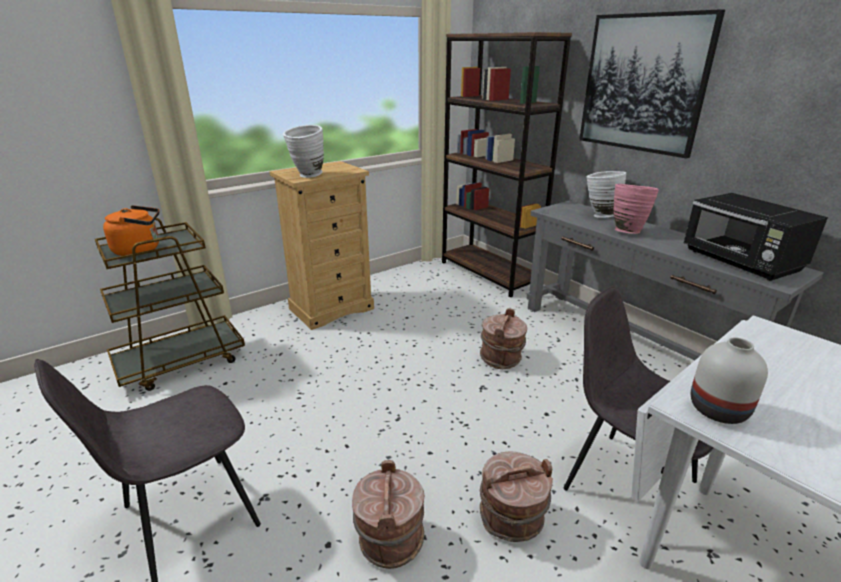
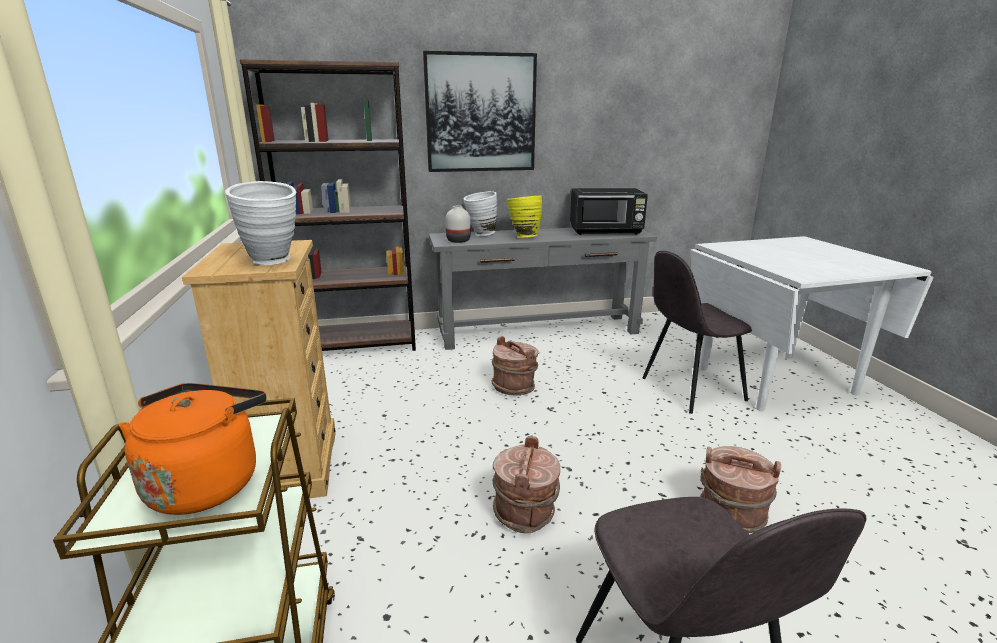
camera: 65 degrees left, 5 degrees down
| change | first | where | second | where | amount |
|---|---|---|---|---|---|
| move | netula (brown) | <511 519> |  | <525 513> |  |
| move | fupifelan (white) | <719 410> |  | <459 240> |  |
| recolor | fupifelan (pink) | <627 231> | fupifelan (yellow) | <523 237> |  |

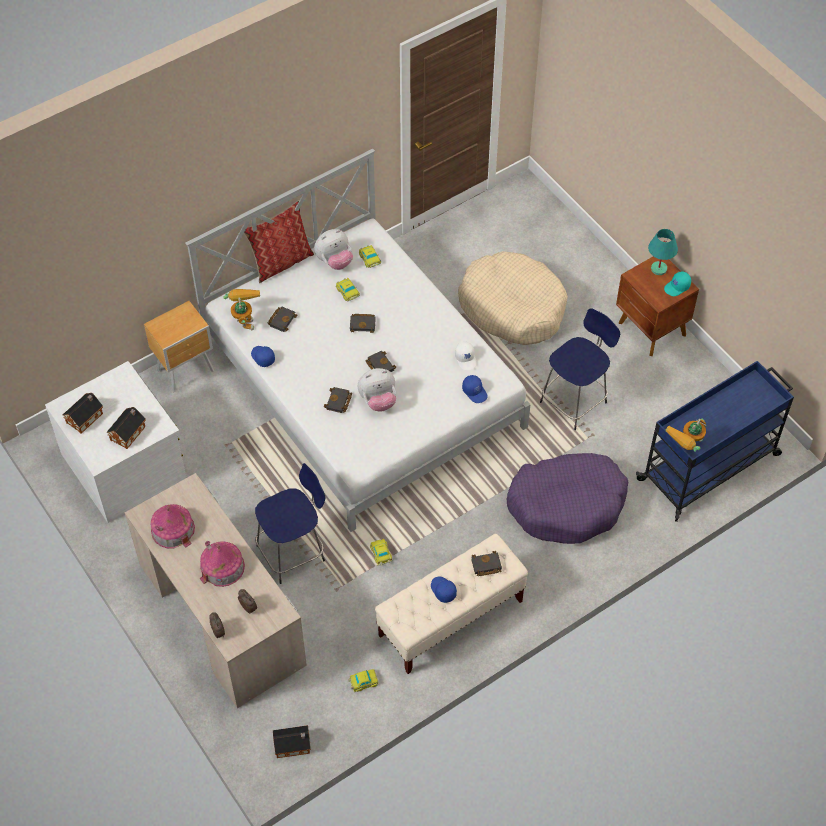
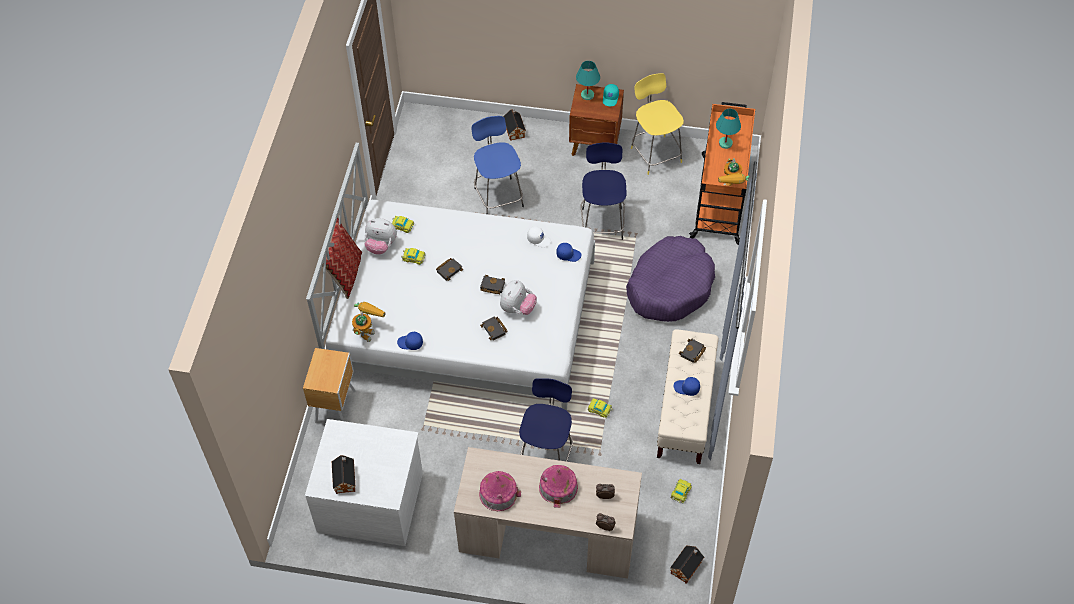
camera: 45 degrees left, 0 degrees up
| change | first | where | second | where | amount |
|---|---|---|---|---|---|
| delete | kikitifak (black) | <282 320> |  |  |  |
| insert |  |  | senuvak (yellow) | <655 153> |  |
| insert |  |  | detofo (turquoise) | <725 143> |  |
| move | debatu | <129 432> |  | <514 130> |  |
| replace | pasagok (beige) | <512 307> | senuvak (blue) | <498 196> |  |
| recolor | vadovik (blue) | <710 466> | vadovik (orange) | <720 198> |  |
| rotate | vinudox | <244 320> |  | <367 330> | 75 degrees clockwise |
| rotate | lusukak | <334 261> |  | <381 245> | 90 degrees clockwise |

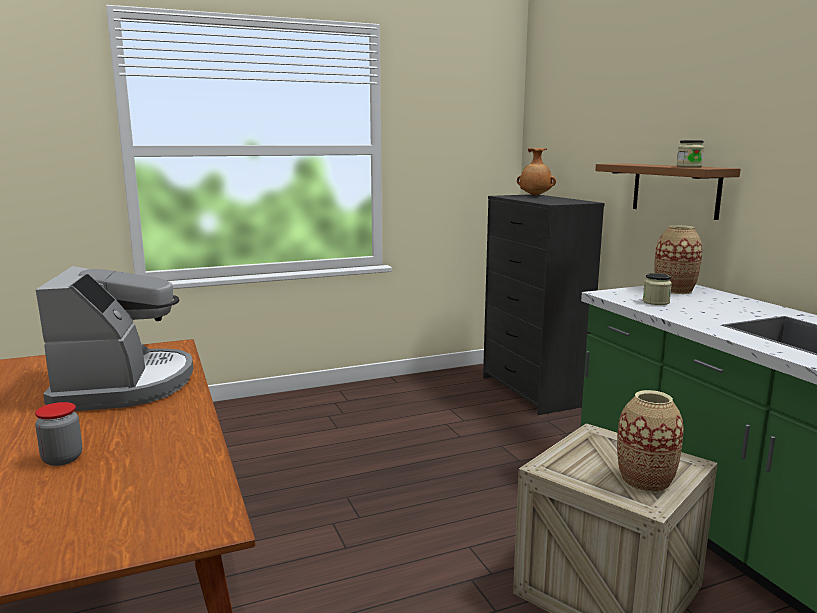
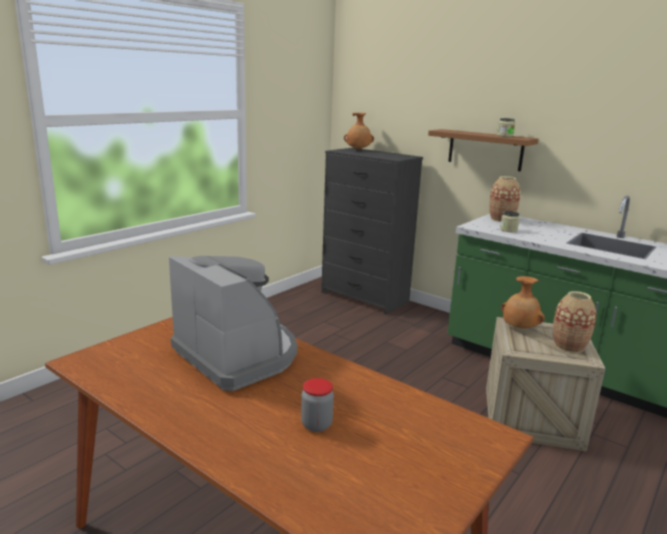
camera: 30 degrees left, 5 degrees up
| change | first | where | second | where | amount |
|---|---|---|---|---|---|
| insert |  |  | fupifelan (brown) | <519 328> |  |

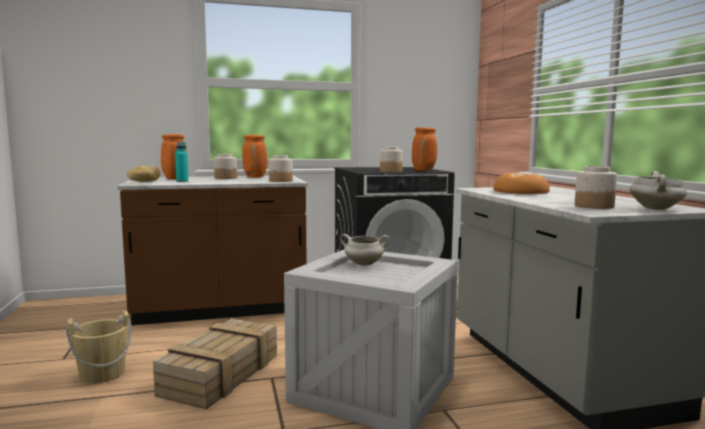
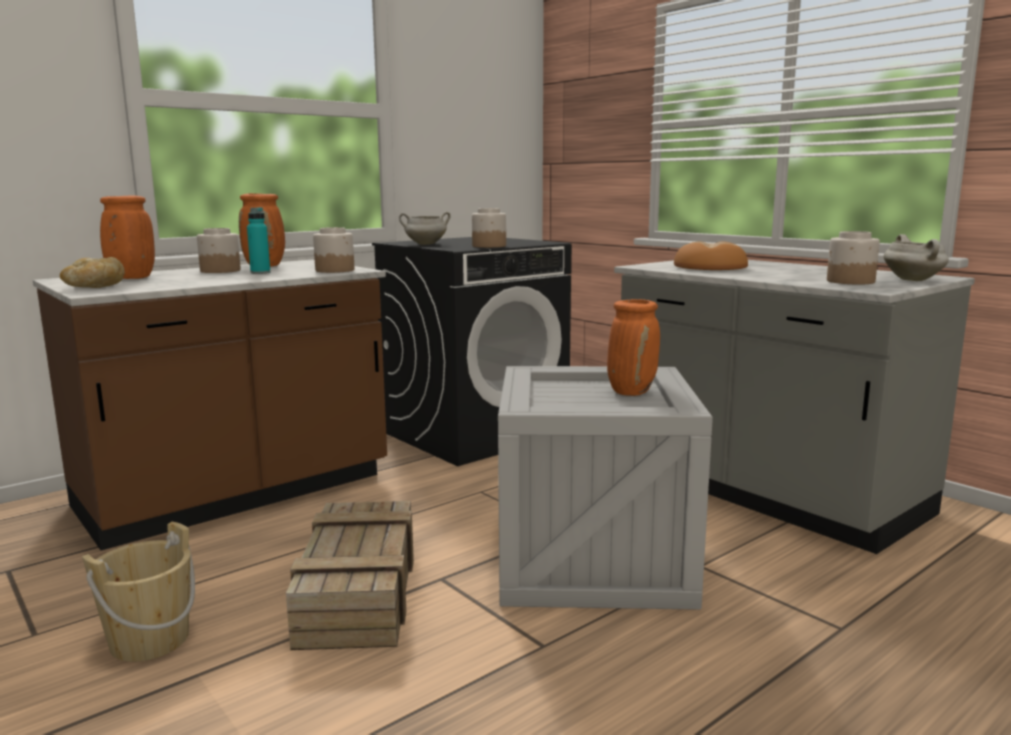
camera: 25 degrees left, 5 degrees up
| change | first | where | second | where | amount |
|---|---|---|---|---|---|
| move | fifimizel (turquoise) | <182 181> |  | <260 273> |  |
| move | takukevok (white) | <363 264> |  | <425 244> |  |
| move | fupifelan (orange) | <424 170> |  | <631 392> |  |

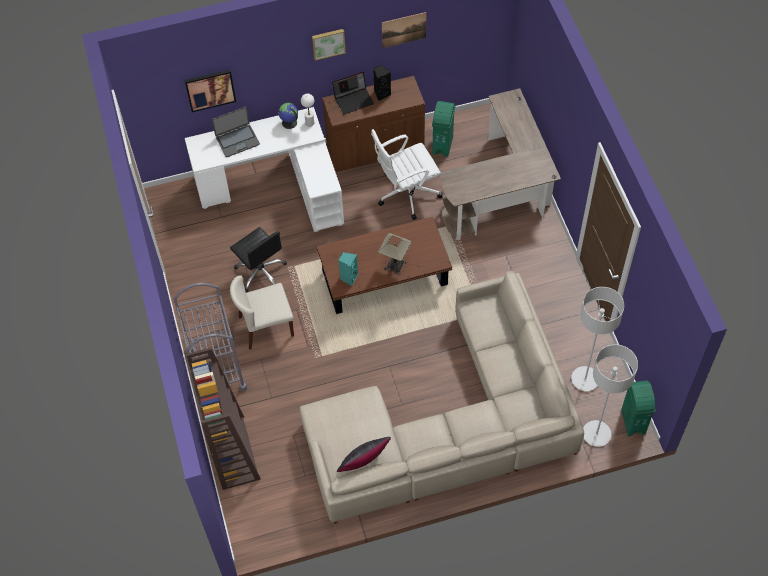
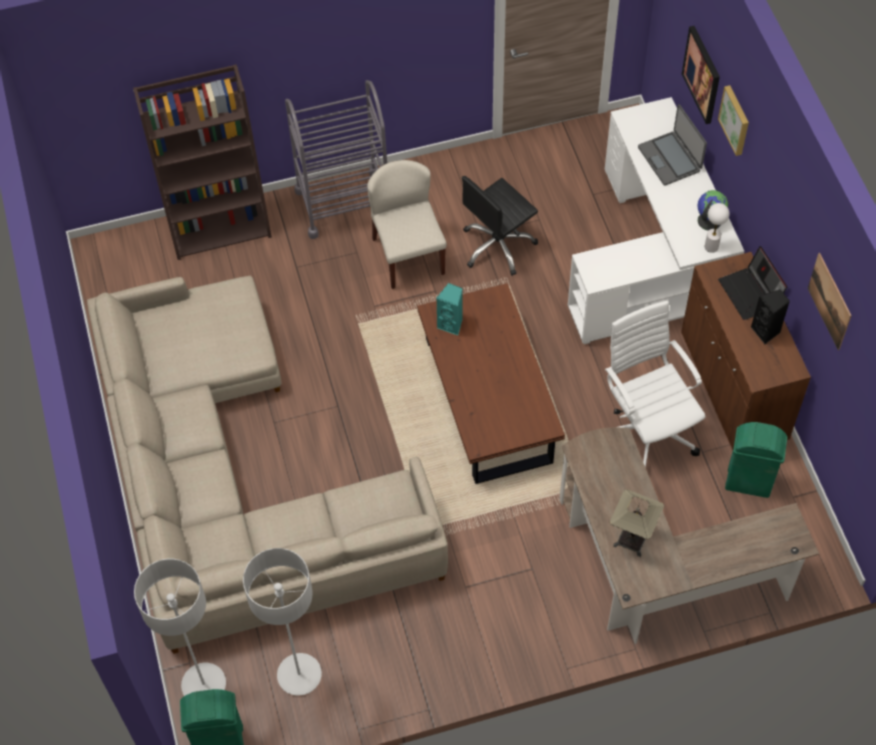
camera: 90 degrees right, 0 degrees up
| change | first | where | second | where | amount |
|---|---|---|---|---|---|
| delete | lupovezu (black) | <364 464> |  |  |  |
| move | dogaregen | <328 43> |  | <735 120> |  |
| move | detofo | <395 265> |  | <631 539> |  |

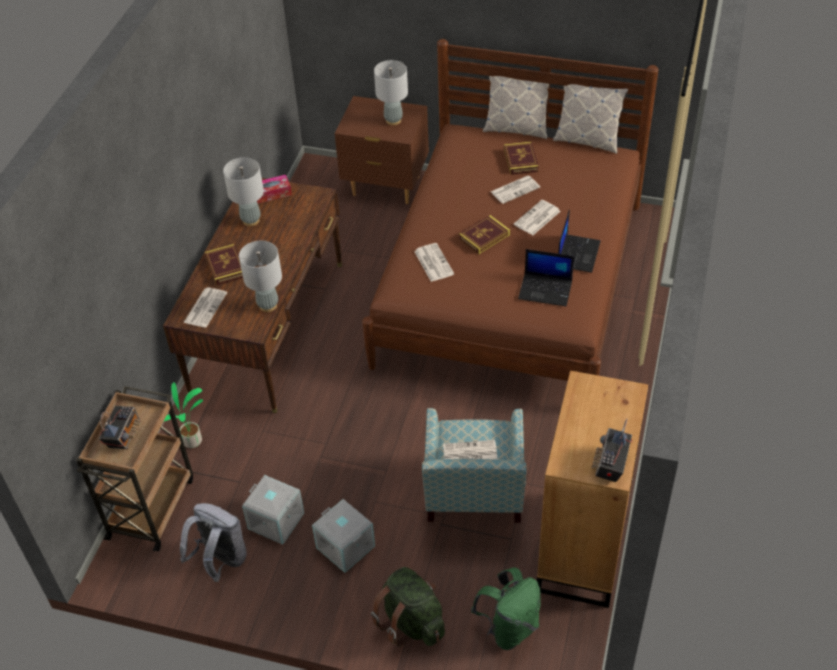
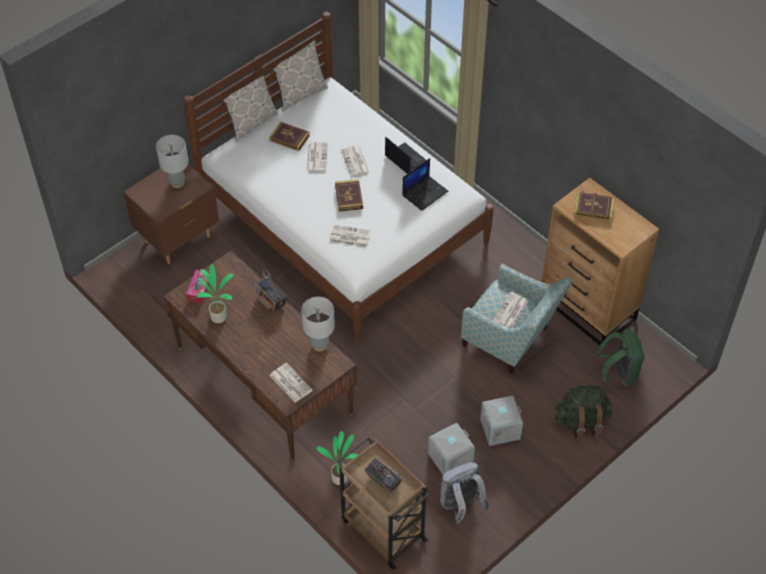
camera: 60 degrees left, 5 degrees up
| change | first | where | second | where | amount |
|---|---|---|---|---|---|
| move | kikitifak | <225 266> |  | <594 208> |  |
| move | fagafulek | <611 465> |  | <271 301> |  |
| replace | detofo (grey) | <251 220> | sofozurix | <219 316> |  |
| recolor | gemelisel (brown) | <510 283> | gemelisel (white) | <343 222> |  |

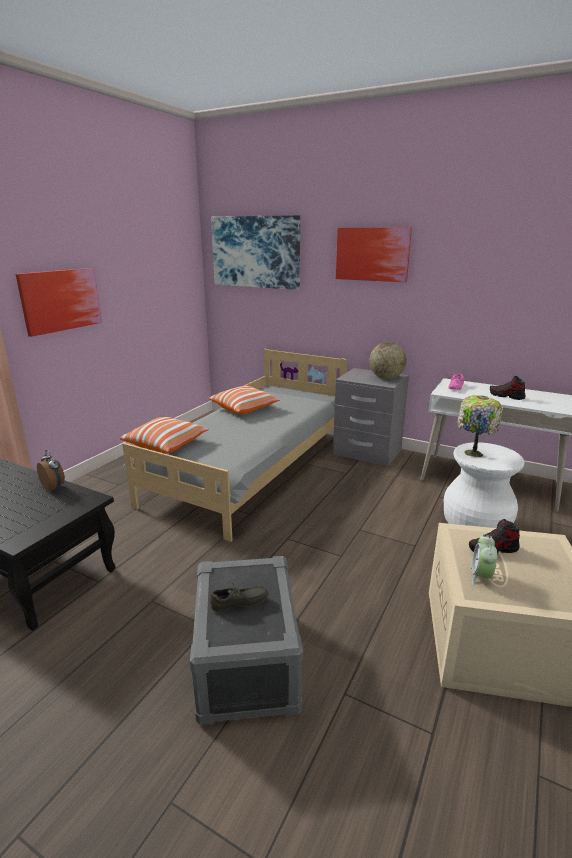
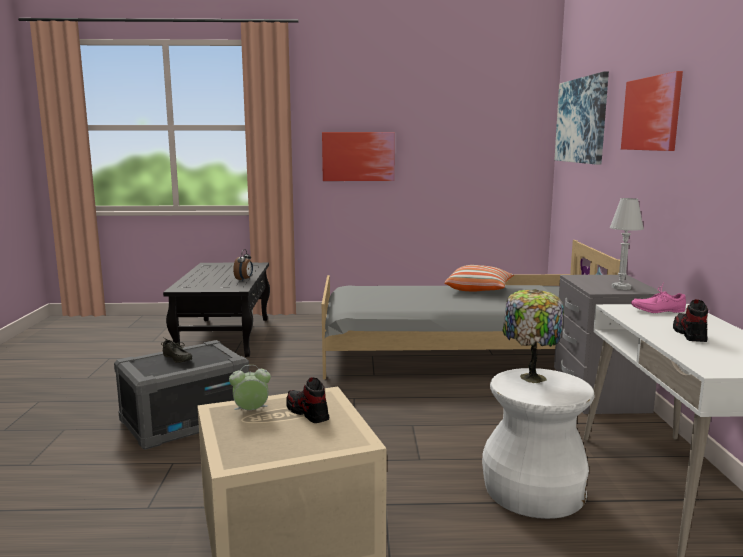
camera: 60 degrees right, 10 degrees down
| change | first | where | second | where | amount |
|---|---|---|---|---|---|
| delete | lupovezu | <166 444> |  |  |  |
| replace | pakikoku | <386 378> | detofo (white) | <621 287> |  |

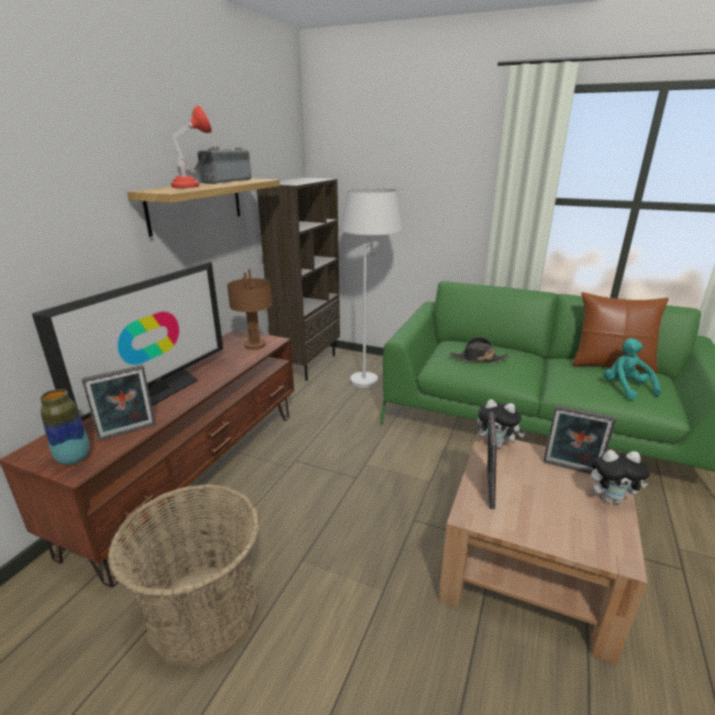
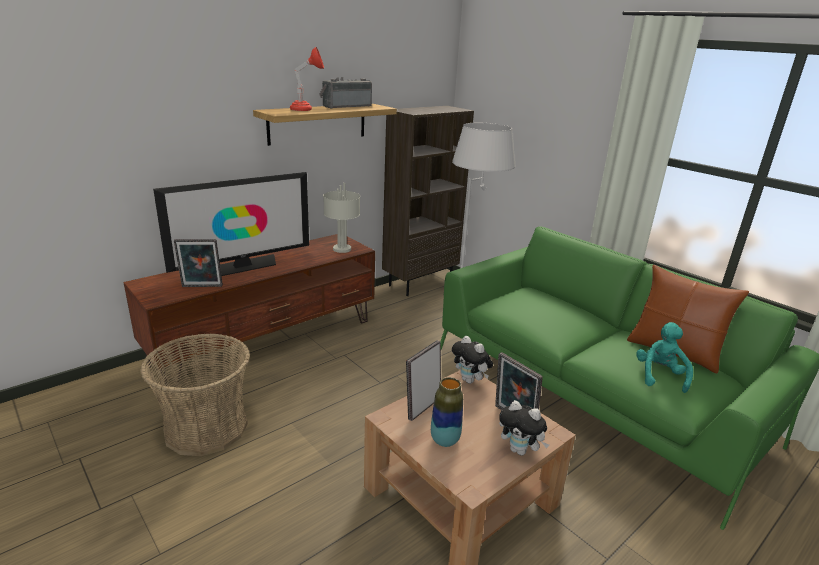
camera: 25 degrees right, 0 degrees up
| change | first | where | second | where | amount |
|---|---|---|---|---|---|
| delete | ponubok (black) | <478 358> |  |  |  |
| move | fupifelan | <74 459> |  | <445 440> |  |
| recolor | detofo (brown) | <255 345> | detofo (grey) | <342 249> |  |

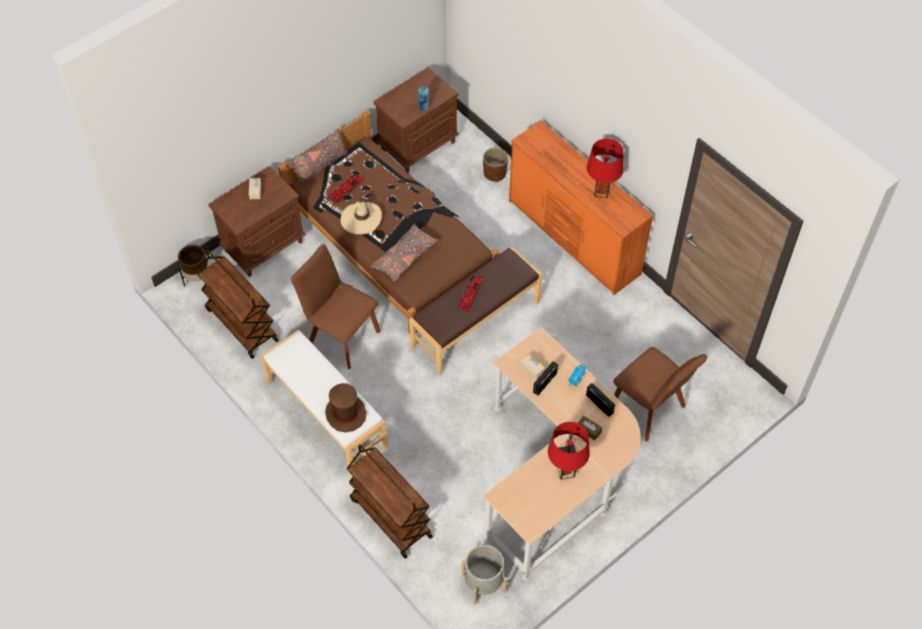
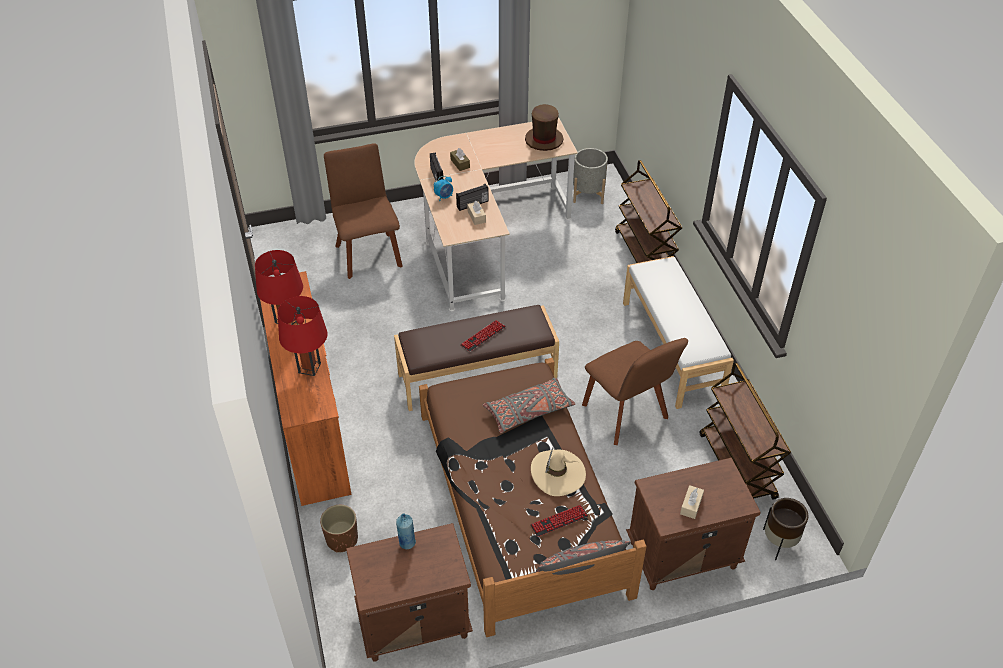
camera: 155 degrees left, 10 degrees down
| change | first | where | second | where | amount |
|---|---|---|---|---|---|
| move | ponubok (brown) | <346 413> |  | <544 140> |  |
| move | detofo (red) | <566 471> |  | <309 367> |  |

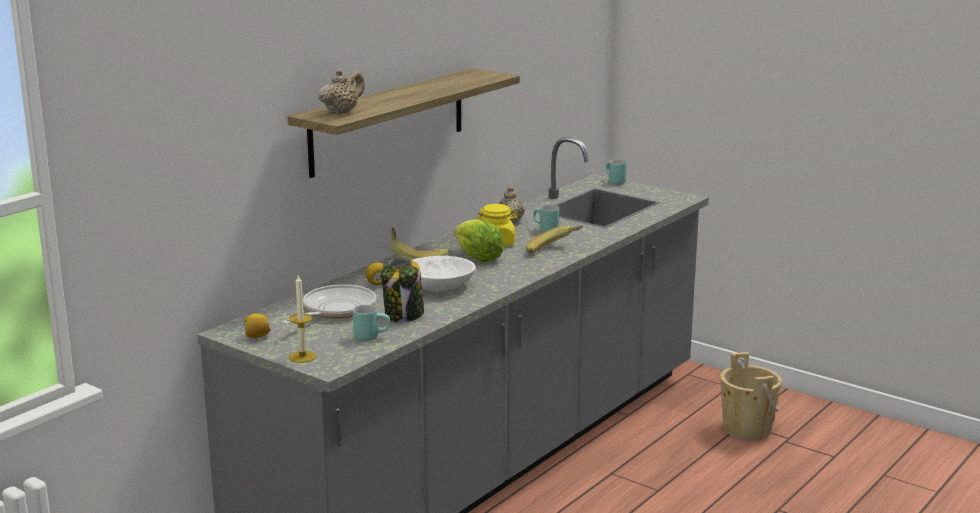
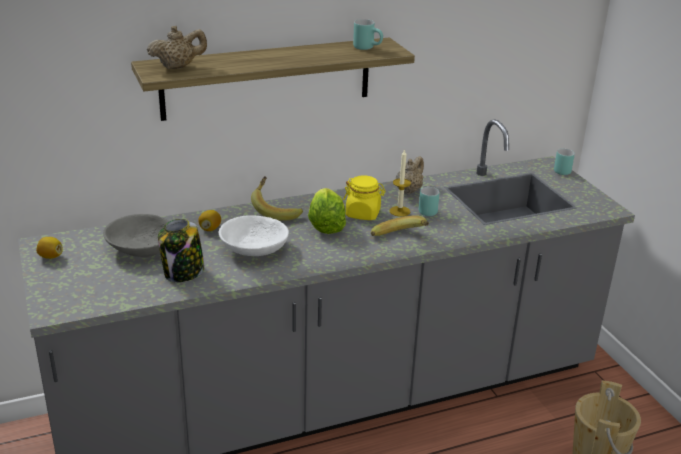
camera: 30 degrees right, 10 degrees up
| change | first | where | second | where | amount |
|---|---|---|---|---|---|
| move | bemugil | <302 357> |  | <399 211> |  |
| move | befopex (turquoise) | <371 336> |  | <368 48> |  |
| replace | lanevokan | <335 310> | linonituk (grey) | <141 248> |  |

